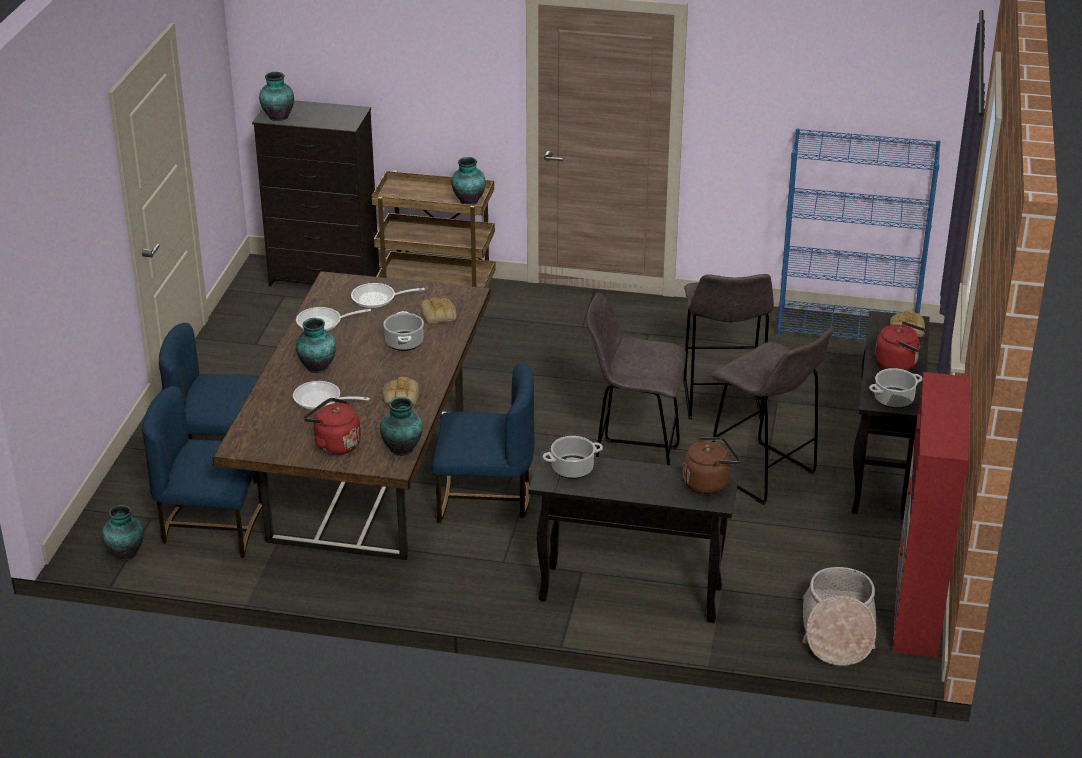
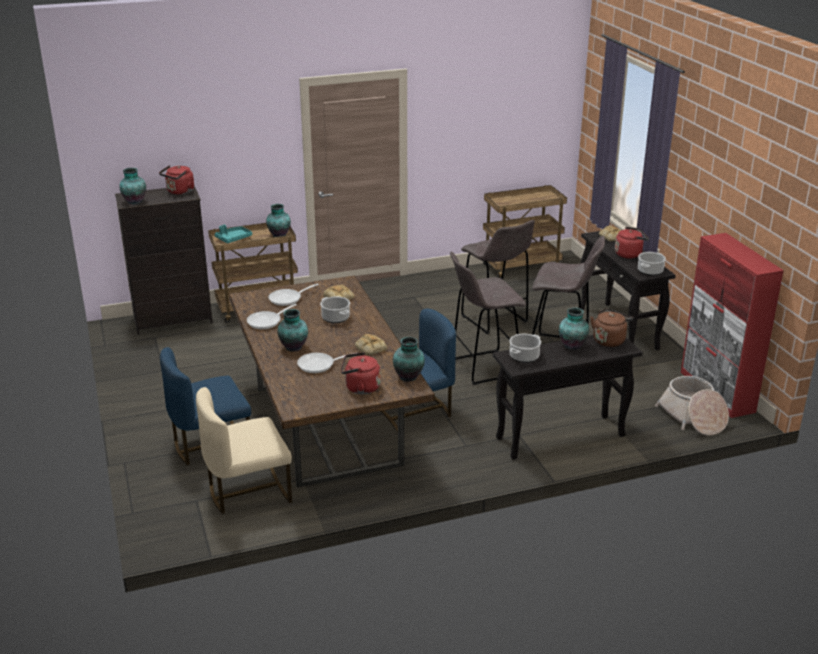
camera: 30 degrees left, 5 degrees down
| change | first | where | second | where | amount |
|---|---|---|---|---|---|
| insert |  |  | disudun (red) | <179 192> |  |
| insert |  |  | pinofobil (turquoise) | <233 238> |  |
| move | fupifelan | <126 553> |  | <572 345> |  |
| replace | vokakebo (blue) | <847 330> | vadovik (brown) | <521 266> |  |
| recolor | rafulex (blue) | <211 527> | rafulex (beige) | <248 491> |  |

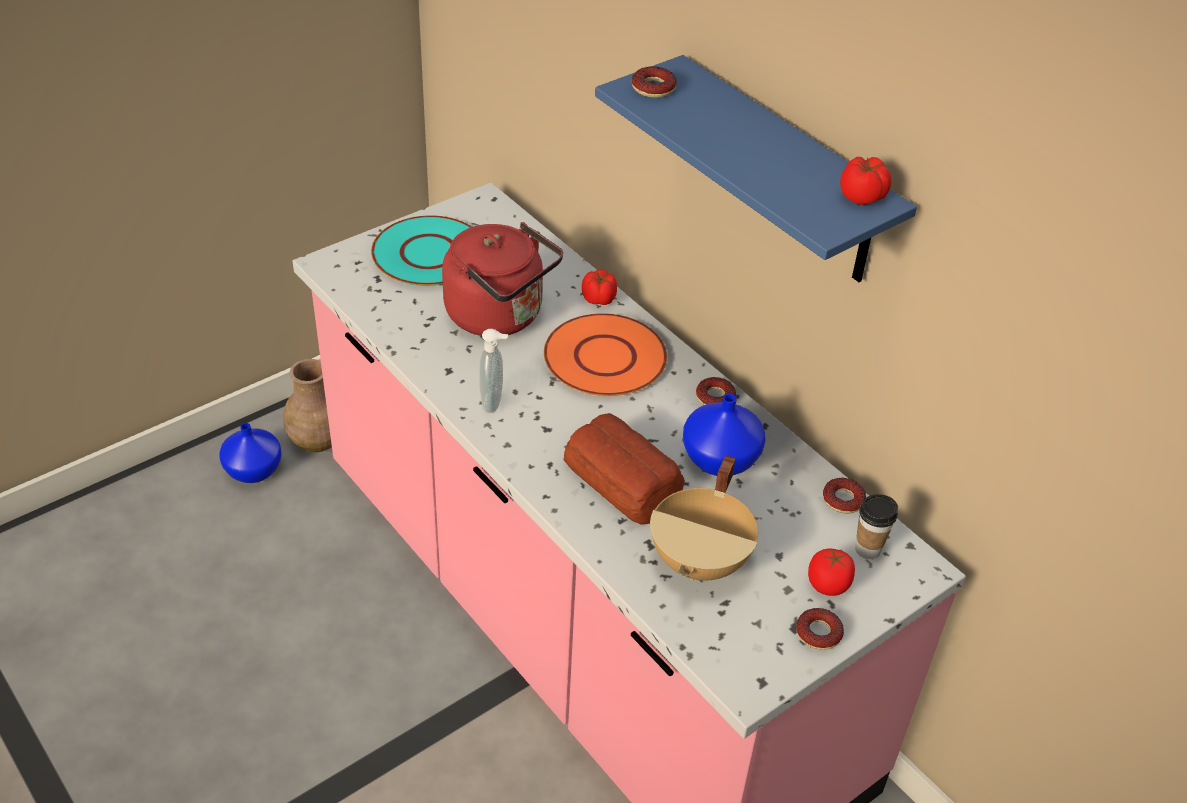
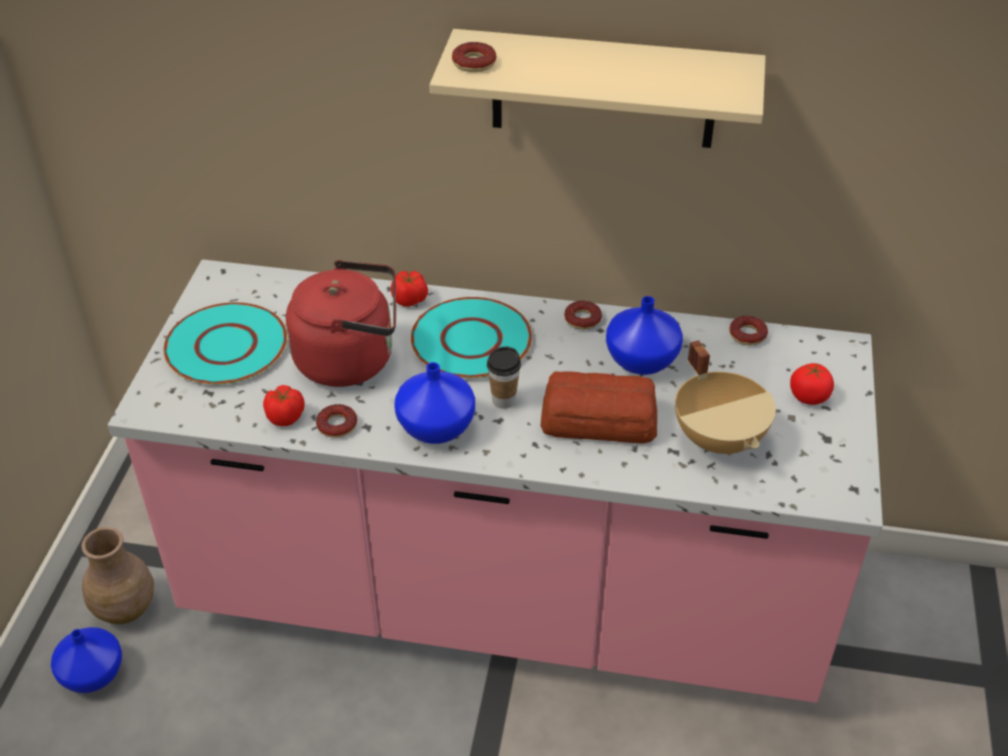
camera: 40 degrees left, 0 degrees up
| change | first | where | second | where | amount |
|---|---|---|---|---|---|
| move | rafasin | <818 633> |  | <337 425> |  |
| move | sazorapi | <862 197> |  | <286 417> |  |
| move | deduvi | <868 549> |  | <503 400> |  |
| replace | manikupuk | <494 402> | fupifelan (blue) | <434 427> |  |
| recolor | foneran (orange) | <604 357> | foneran (turquoise) | <470 340> |  |
| recolor | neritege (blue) | <784 174> | neritege (beige) | <603 89> |  |

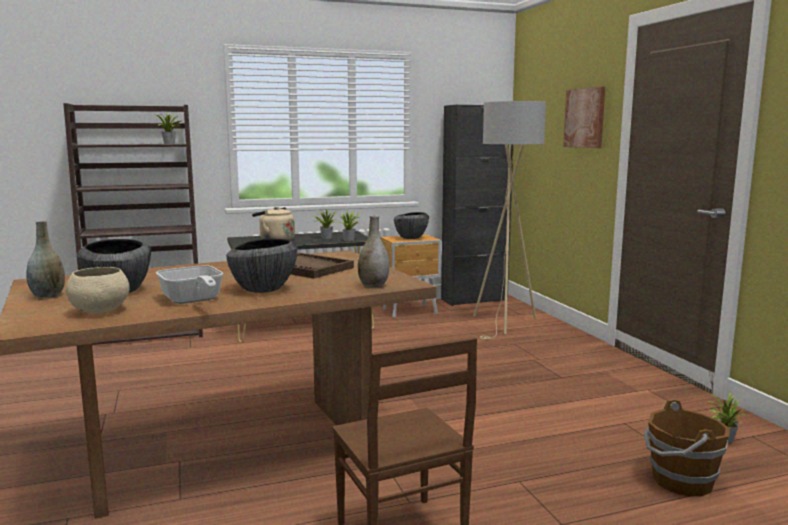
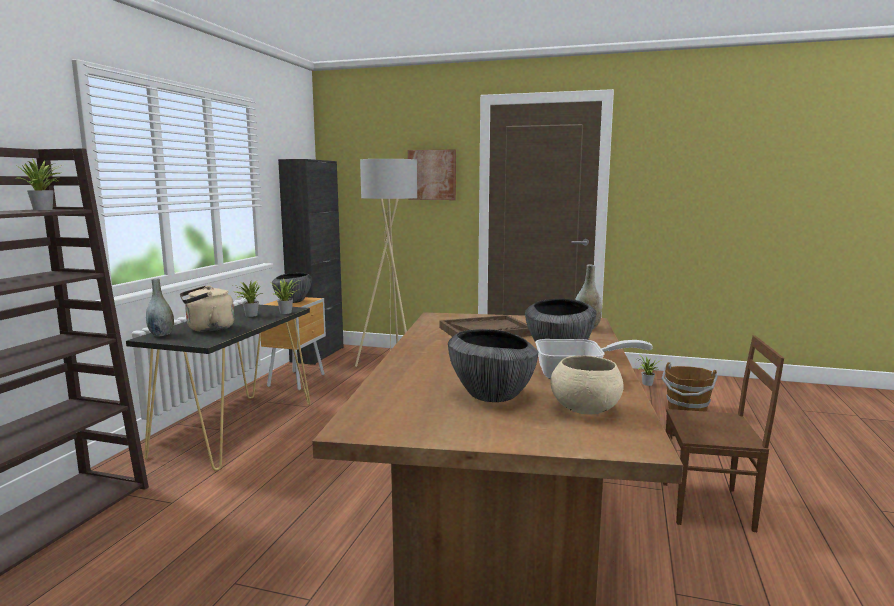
camera: 55 degrees left, 0 degrees up
| change | first | where | second | where | amount |
|---|---|---|---|---|---|
| move | fupifelan (grey) | <48 296> |  | <161 334> |  |

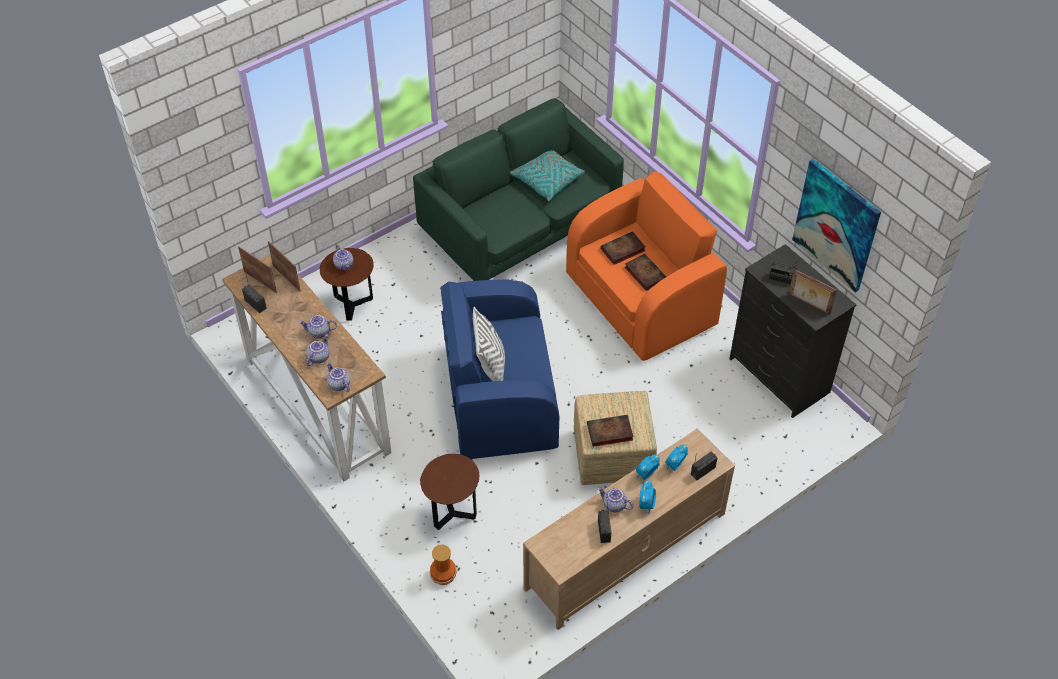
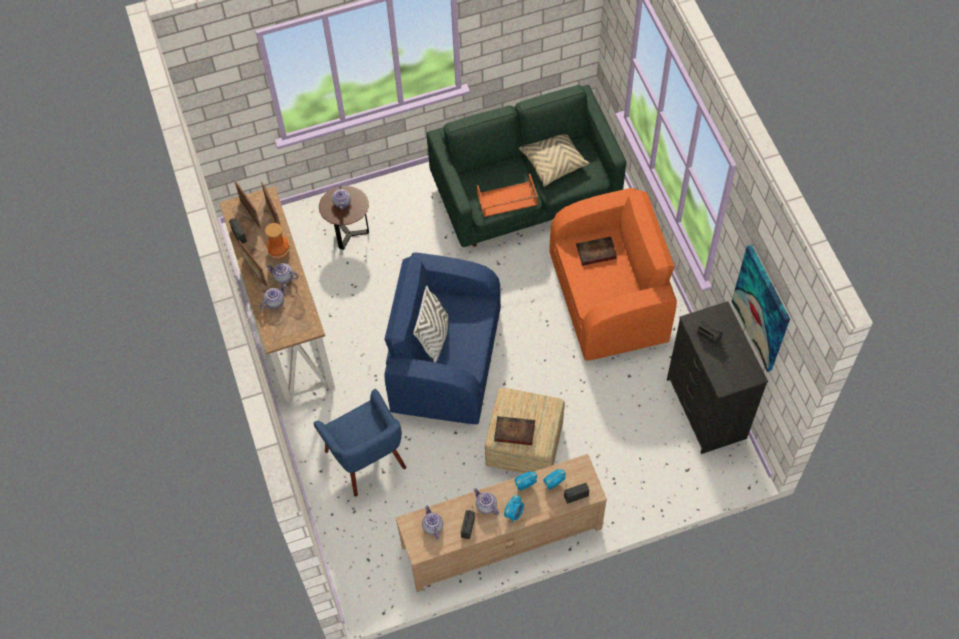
camera: 20 degrees right, 10 degrees up
| change | first | where | second | where | amount |
|---|---|---|---|---|---|
| delete | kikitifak | <644 273> |  |  |  |
| insert |  |  | pinofobil (orange) | <506 200> |  |
| move | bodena | <338 384> |  | <432 526> |  |
| move | fupifelan | <444 575> |  | <279 251> |  |
| move | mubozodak | <808 305> |  | <254 272> |  |
| replace | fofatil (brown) | <452 514> | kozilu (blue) | <366 459> |  |
| recolor | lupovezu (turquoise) | <546 180> | lupovezu (beige) | <553 162> |  |

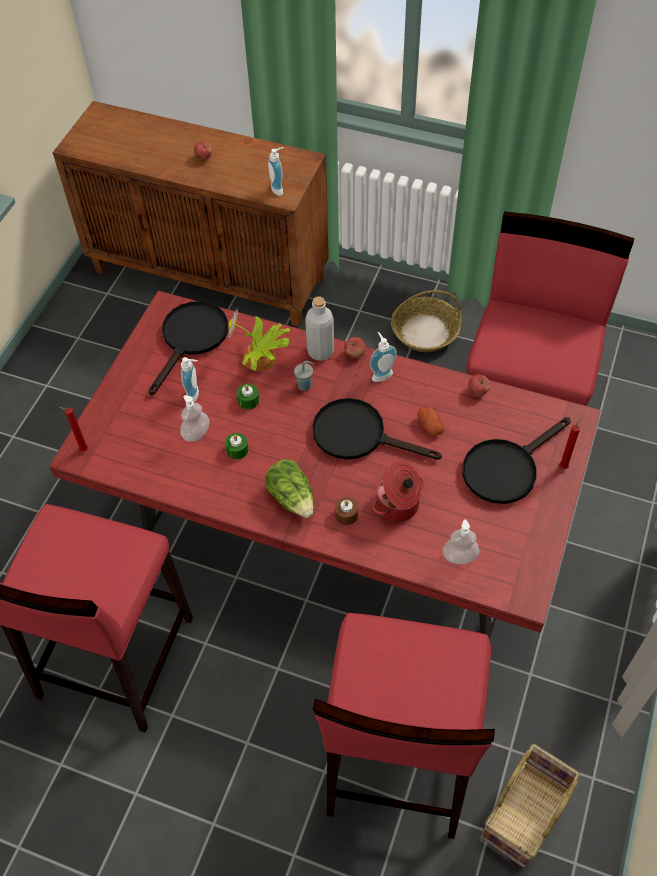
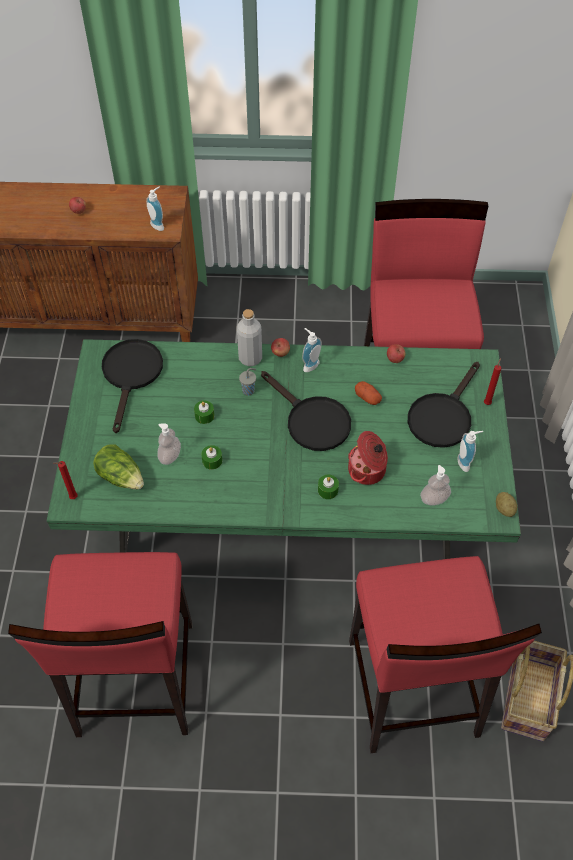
camera: 20 degrees left, 0 degrees up
| change | first | where | second | where | amount |
|---|---|---|---|---|---|
| delete | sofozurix | <261 359> |  |  |  |
| delete | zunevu | <425 331> |  |  |  |
| insert |  |  | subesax | <504 509> |  |
| move | manikupuk | <195 395> |  | <466 462> |  |
| move | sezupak | <292 497> |  | <121 476> |  |
| recolor | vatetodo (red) | <333 535> | vatetodo (green) | <287 516> |  |
| recolor | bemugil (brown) | <346 514> | bemugil (green) | <328 490> |  |
| rotate | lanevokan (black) | <359 435> |  | <311 420> | 135 degrees counterclockwise |

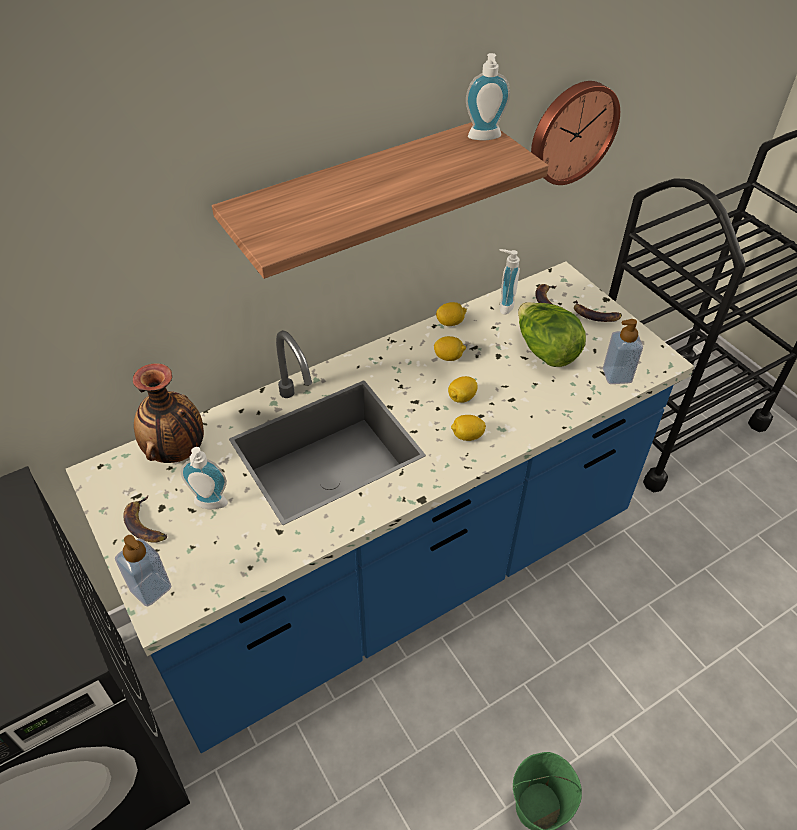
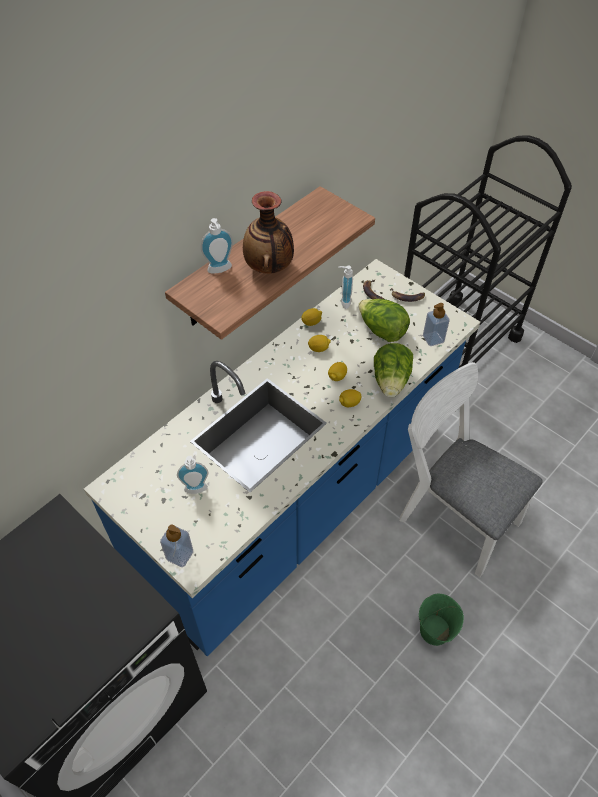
camera: 15 degrees left, 5 degrees up
| change | first | where | second | where | amount |
|---|---|---|---|---|---|
| delete | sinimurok | <146 524> |  |  |  |
| delete | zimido | <571 131> |  |  |  |
| insert |  |  | sezupak | <391 381> |  |
| insert |  |  | rafulex (white) | <452 515> |  |
| move | fupifelan | <177 451> |  | <269 267> |  |
| move | manikupuk | <485 138> |  | <220 270> |  |

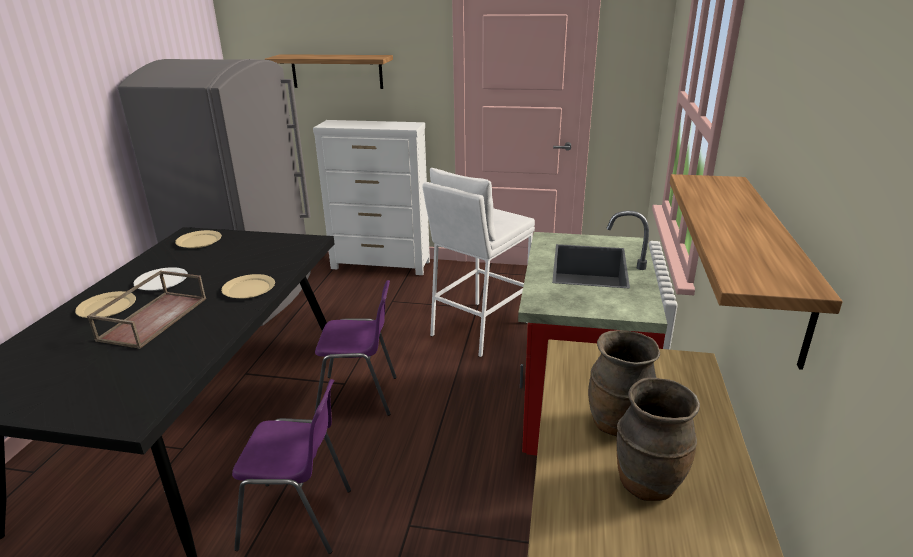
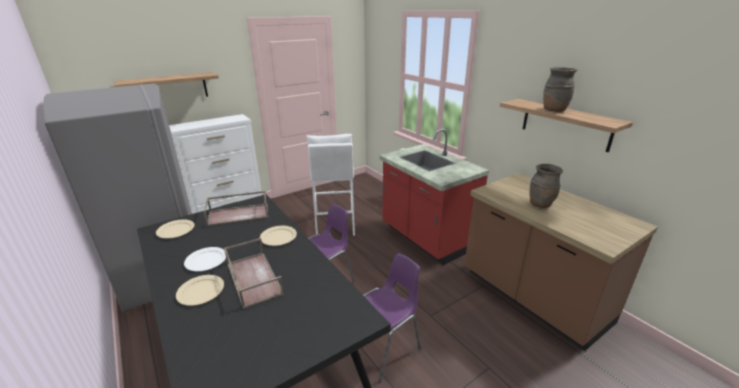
camera: 45 degrees left, 0 degrees up
| change | first | where | second | where | amount |
|---|---|---|---|---|---|
| insert |  |  | pinofobil (brown) | <239 214> |  |
| move | fupifelan (brown) | <647 483> |  | <554 110> |  |

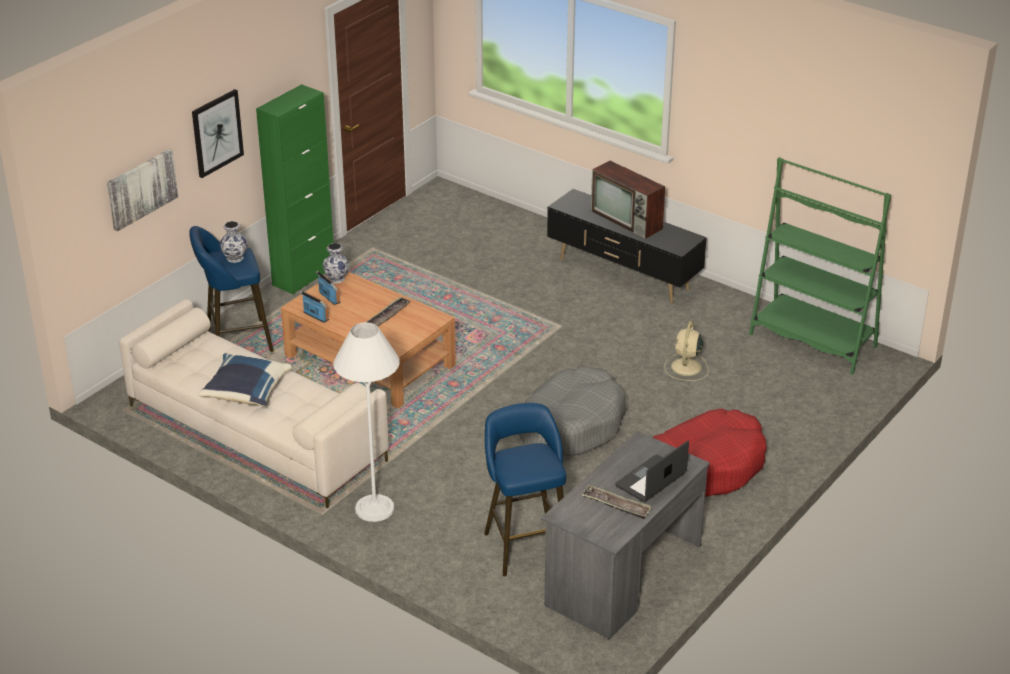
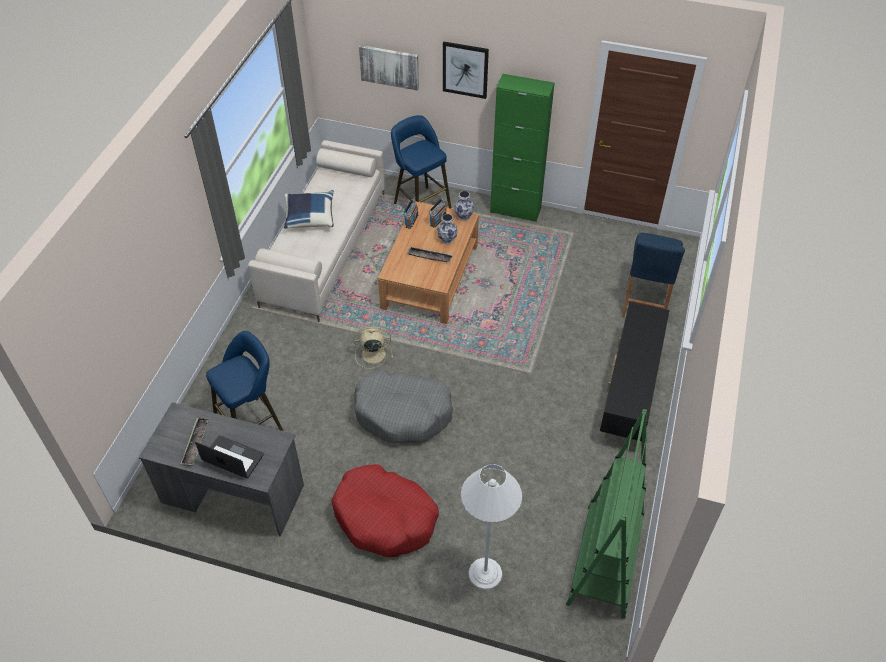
camera: 70 degrees right, 15 degrees up
| change | first | where | second | where | amount |
|---|---|---|---|---|---|
| delete | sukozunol | <627 220> |  |  |  |
| insert |  |  | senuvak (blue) | <645 301> |  |
| move | fupifelan | <234 258> |  | <447 239> |  |
| move | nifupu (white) | <374 508> |  | <485 574> |  |
| move | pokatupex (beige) | <686 368> |  | <372 354> |  |

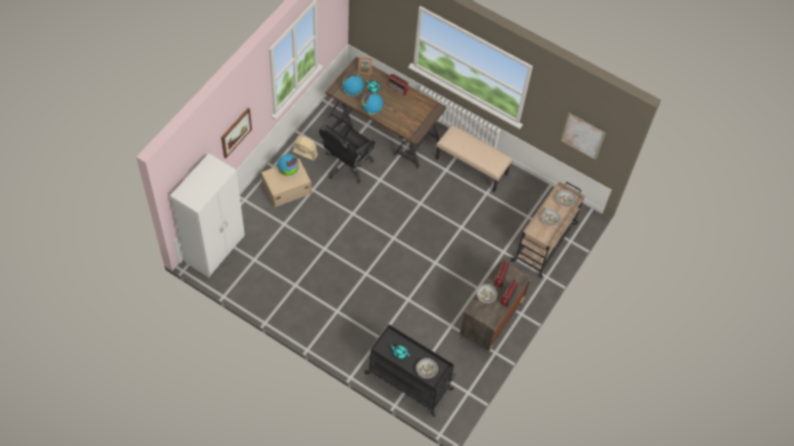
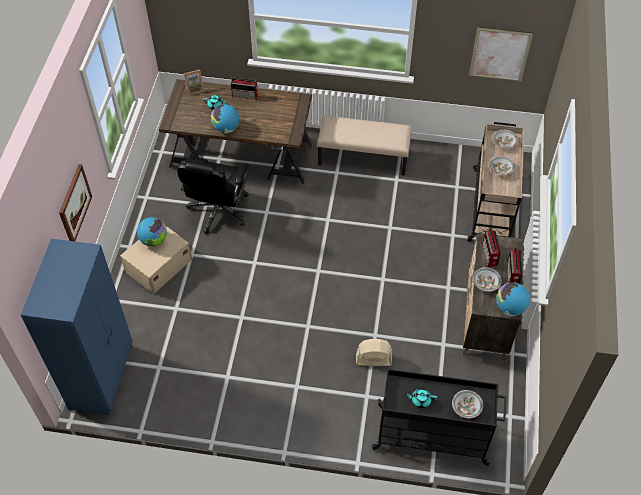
camera: 20 degrees left, 5 degrees down
| change | first | where | second | where | amount |
|---|---|---|---|---|---|
| move | pokatupex (beige) | <305 153> |  | <373 360> |  |
| move | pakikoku | <352 91> |  | <510 307> |  |
| recolor | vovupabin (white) | <215 249> | vovupabin (blue) | <102 375> |  |

